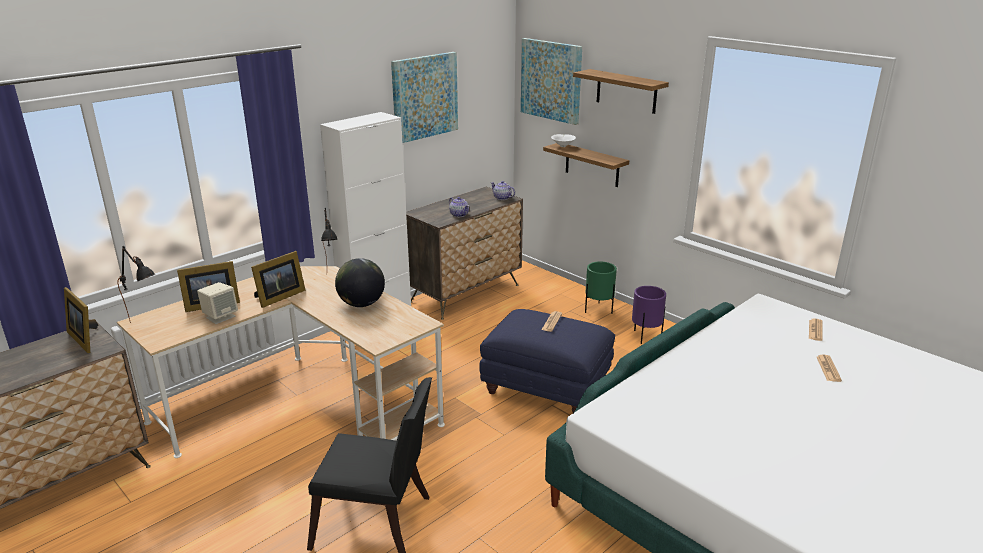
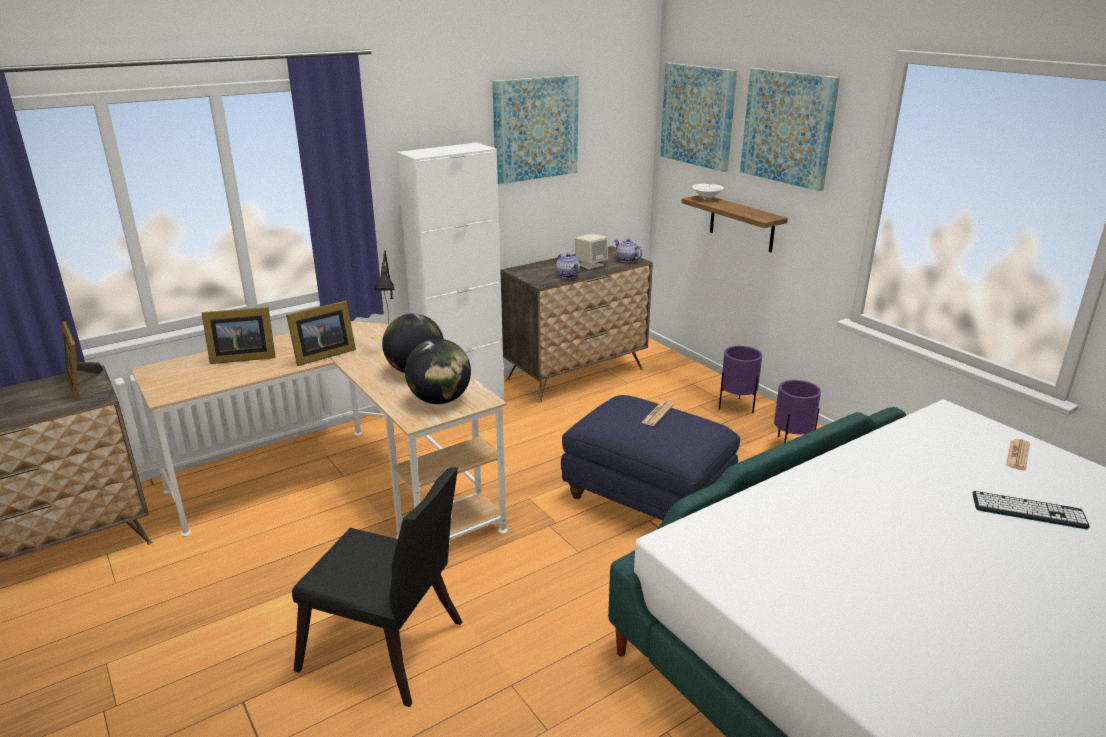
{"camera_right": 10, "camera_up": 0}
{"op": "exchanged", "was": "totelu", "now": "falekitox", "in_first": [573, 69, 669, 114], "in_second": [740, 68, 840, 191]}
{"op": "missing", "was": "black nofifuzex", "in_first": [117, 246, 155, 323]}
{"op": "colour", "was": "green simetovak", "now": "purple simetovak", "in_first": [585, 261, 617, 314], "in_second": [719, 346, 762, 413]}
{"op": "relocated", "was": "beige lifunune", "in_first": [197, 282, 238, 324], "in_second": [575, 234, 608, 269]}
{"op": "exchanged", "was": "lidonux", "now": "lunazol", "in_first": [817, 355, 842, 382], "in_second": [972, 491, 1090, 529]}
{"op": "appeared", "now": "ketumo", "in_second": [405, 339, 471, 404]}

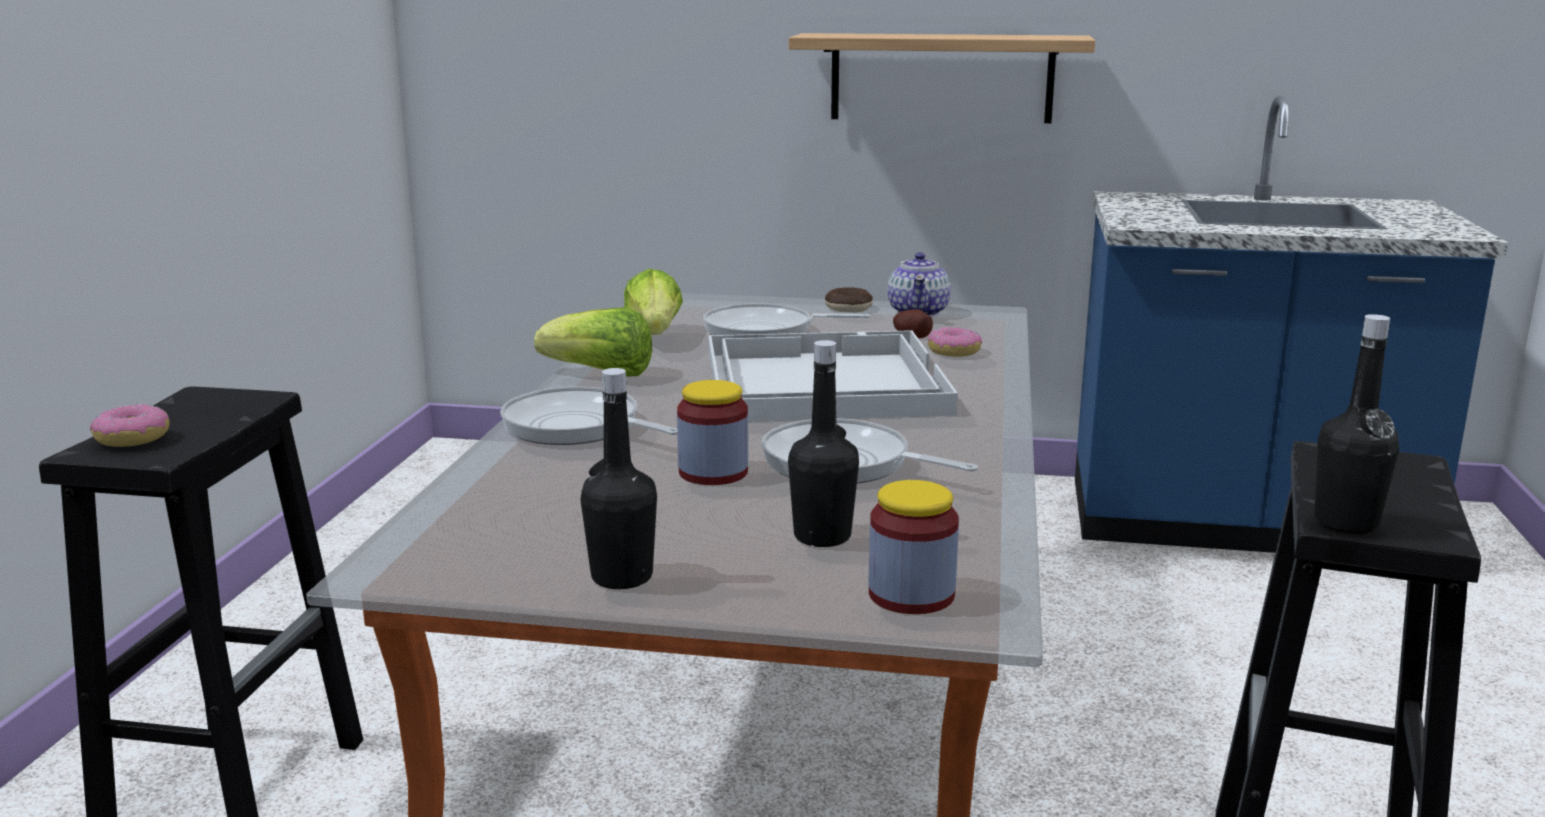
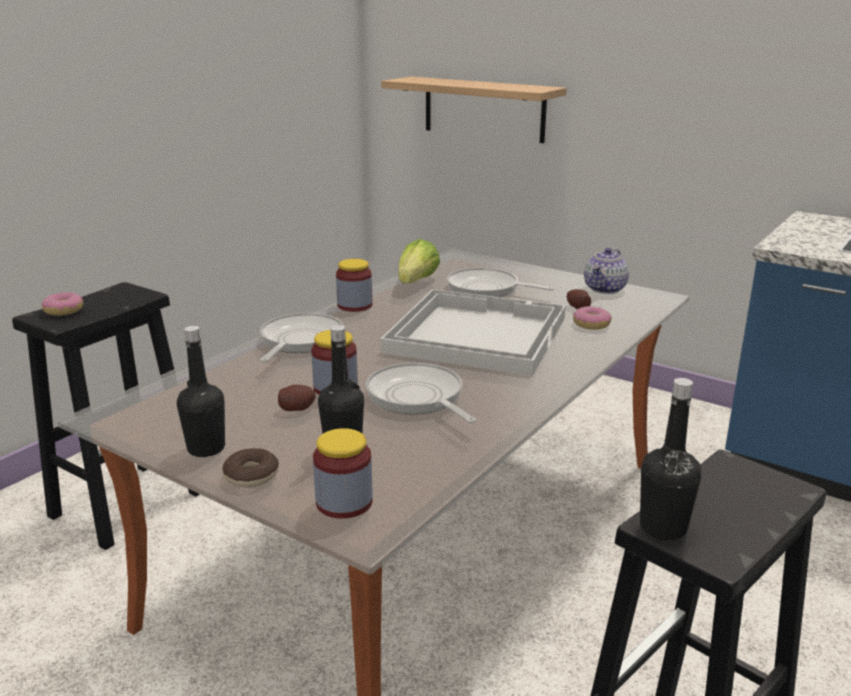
{"camera_right": 25, "camera_up": 5}
{"op": "relocated", "was": "totelu", "in_first": [789, 33, 1095, 123], "in_second": [381, 77, 567, 143]}
{"op": "relocated", "was": "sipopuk", "in_first": [825, 287, 873, 312], "in_second": [222, 448, 279, 488]}
{"op": "exchanged", "was": "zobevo", "now": "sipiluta", "in_first": [534, 307, 652, 377], "in_second": [336, 259, 372, 312]}
{"op": "spun", "was": "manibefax", "in_first": [500, 387, 677, 445], "in_second": [260, 313, 344, 362], "clockwise": 45}
{"op": "appeared", "now": "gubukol", "in_second": [278, 385, 316, 411]}

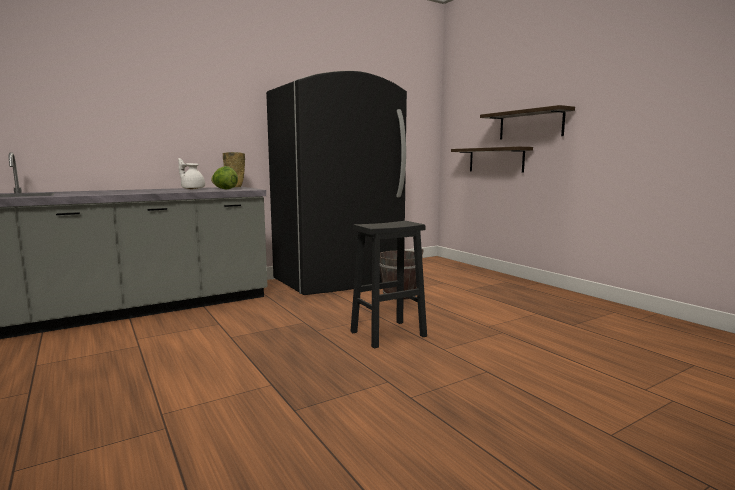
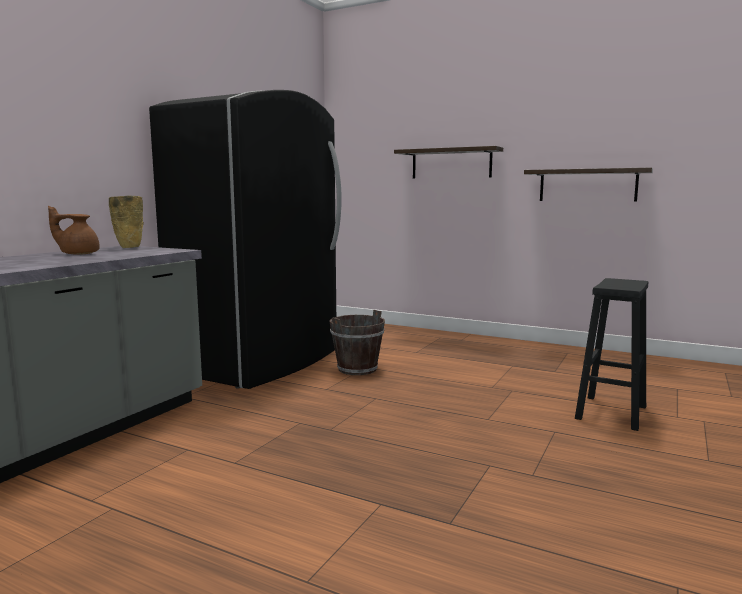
{"camera_right": -30, "camera_up": 0}
{"op": "relocated", "was": "totelu", "in_first": [451, 147, 533, 173], "in_second": [524, 167, 653, 202]}
{"op": "colour", "was": "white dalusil", "now": "brown dalusil", "in_first": [178, 158, 205, 189], "in_second": [48, 206, 100, 255]}
{"op": "missing", "was": "zobevo", "in_first": [211, 166, 238, 189]}
{"op": "relocated", "was": "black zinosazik", "in_first": [350, 221, 427, 349], "in_second": [575, 278, 648, 431]}

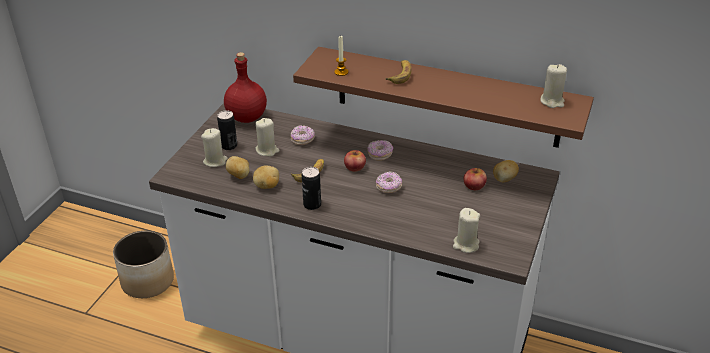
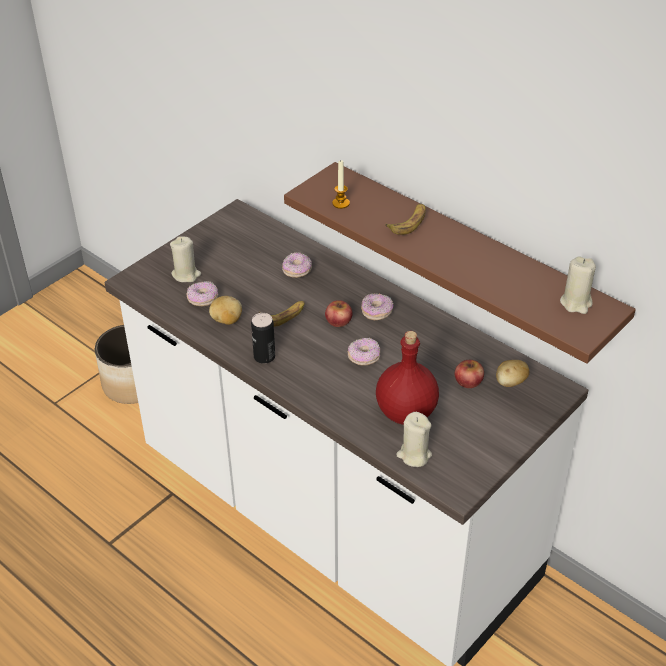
{"camera_right": 20, "camera_up": 5}
{"op": "relocated", "was": "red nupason", "in_first": [224, 52, 267, 123], "in_second": [376, 331, 439, 425]}
{"op": "missing", "was": "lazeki", "in_first": [217, 110, 237, 150]}
{"op": "missing", "was": "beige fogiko", "in_first": [255, 118, 279, 157]}
{"op": "exchanged", "was": "gubukol", "now": "sipopuk", "in_first": [225, 156, 250, 179], "in_second": [186, 281, 219, 306]}

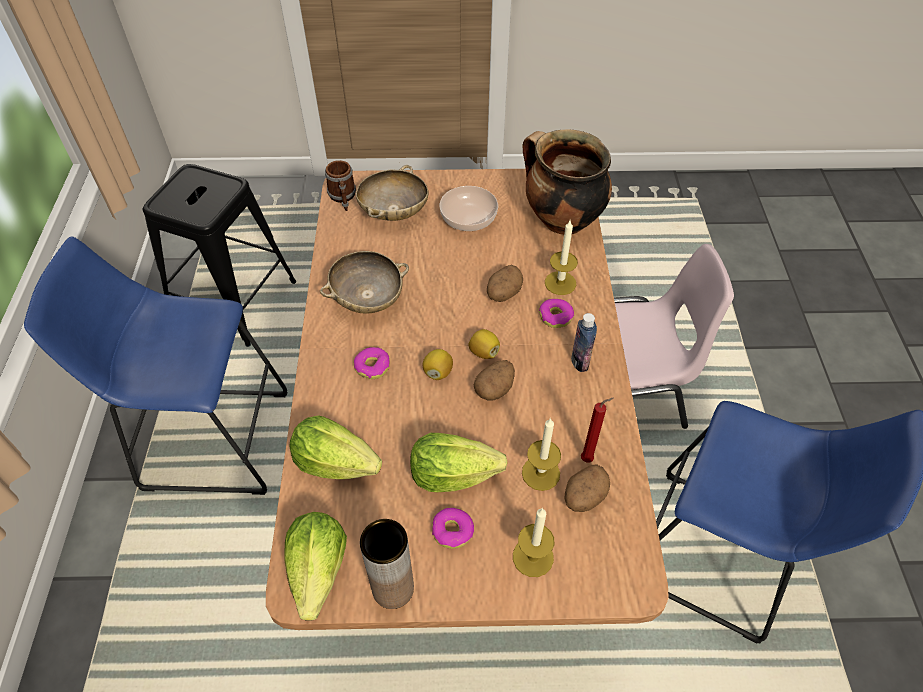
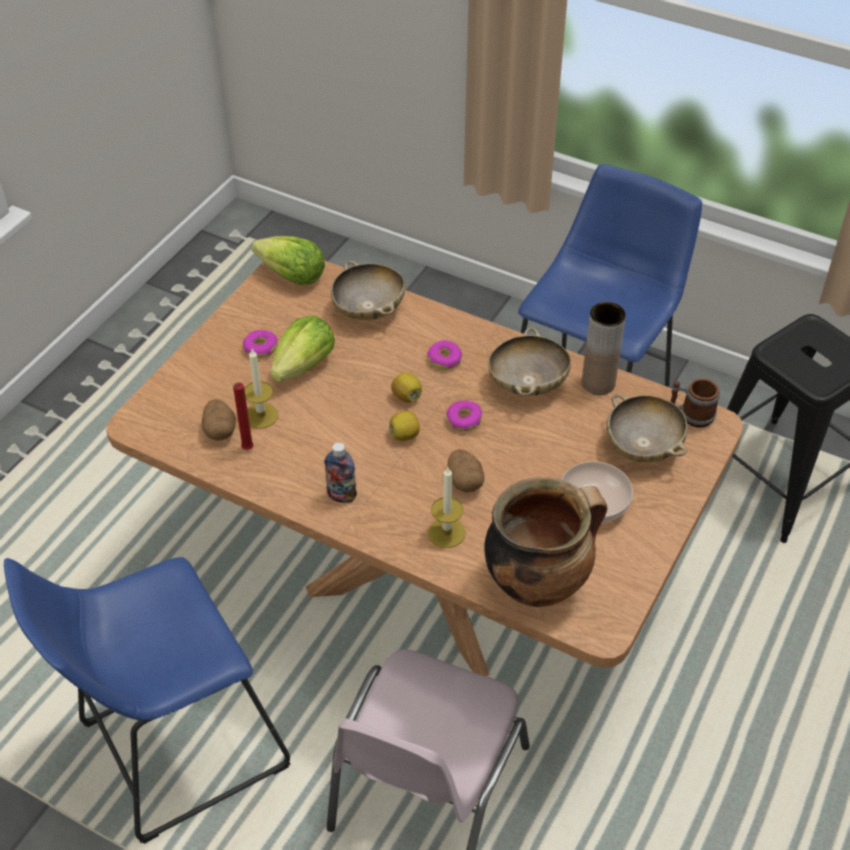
{"camera_right": 120, "camera_up": -5}
{"op": "relocated", "was": "sipopuk", "in_first": [539, 299, 574, 328], "in_second": [447, 400, 482, 431]}
{"op": "missing", "was": "gubukol", "in_first": [474, 360, 515, 400]}
{"op": "exchanged", "was": "zobevo", "now": "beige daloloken", "in_first": [289, 415, 382, 479], "in_second": [331, 260, 405, 320]}
{"op": "missing", "was": "fogiko", "in_first": [513, 508, 555, 577]}
{"op": "relocated", "was": "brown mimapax", "in_first": [360, 519, 414, 609], "in_second": [582, 302, 626, 395]}

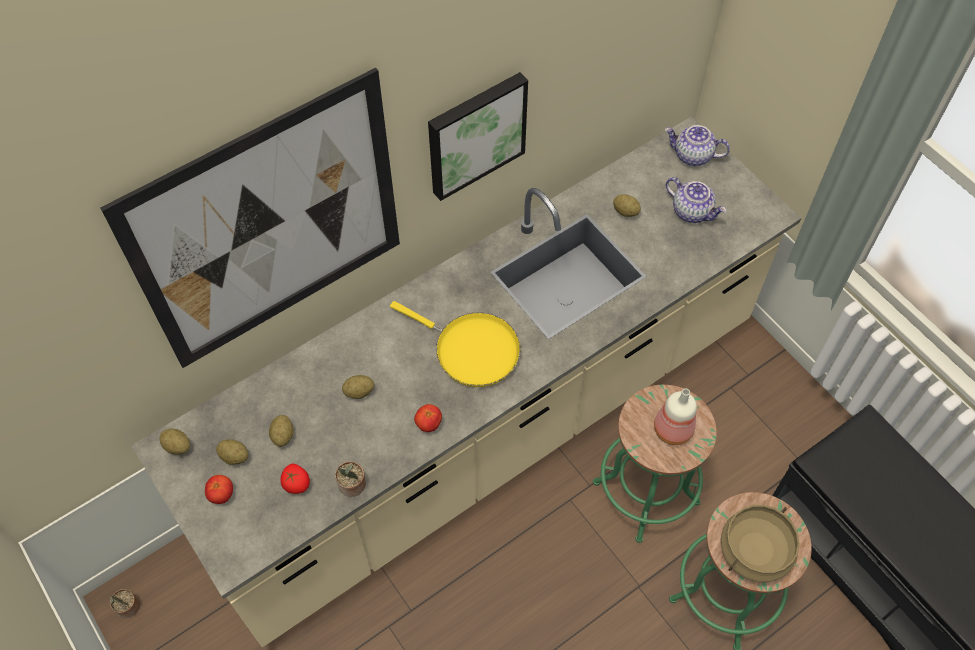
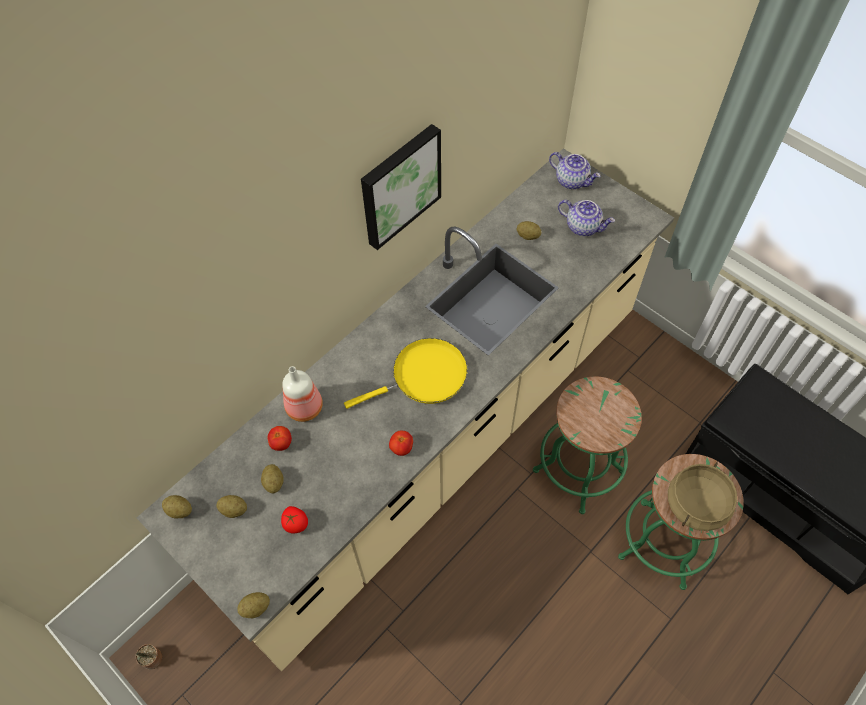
{"camera_right": -10, "camera_up": 0}
{"op": "missing", "was": "falekitox", "in_first": [100, 67, 400, 368]}
{"op": "spun", "was": "dalusil", "in_first": [665, 125, 730, 166], "in_second": [549, 152, 600, 189], "clockwise": -150}
{"op": "spun", "was": "yellow manibefax", "in_first": [390, 301, 520, 387], "in_second": [344, 338, 467, 409], "clockwise": -45}
{"op": "relocated", "was": "gubukol", "in_first": [342, 375, 374, 399], "in_second": [237, 592, 270, 618]}
{"op": "relocated", "was": "nupason", "in_first": [654, 388, 697, 445], "in_second": [282, 366, 323, 422]}
{"op": "missing", "was": "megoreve", "in_first": [335, 461, 366, 497]}
{"op": "relocated", "was": "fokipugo", "in_first": [205, 475, 233, 504], "in_second": [268, 426, 292, 451]}

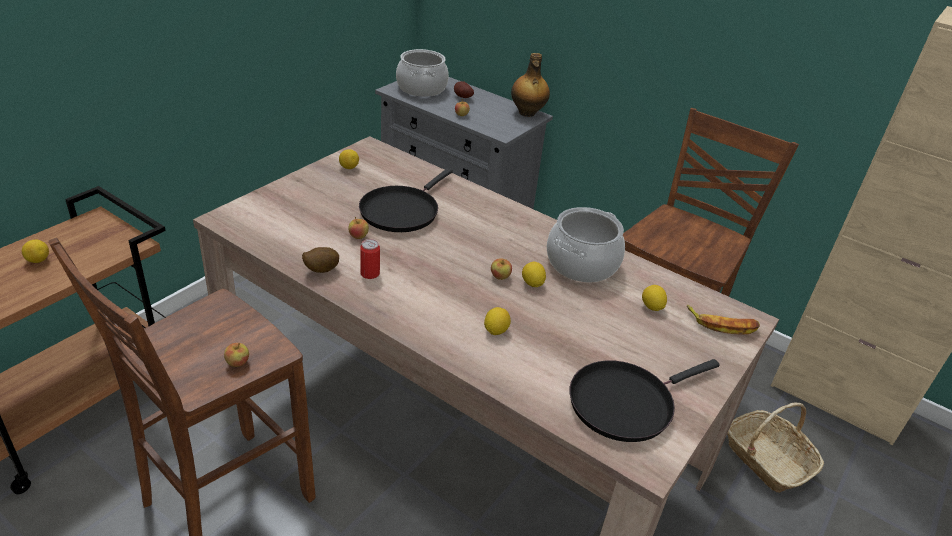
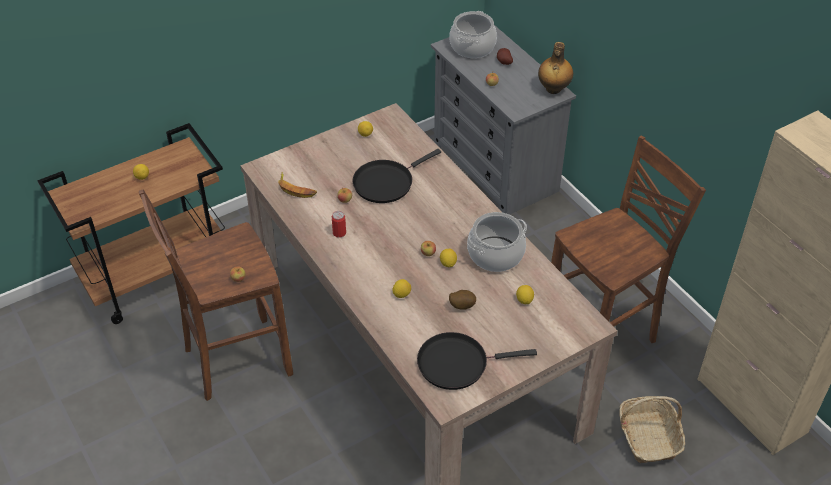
{"camera_right": 25, "camera_up": 10}
{"op": "relocated", "was": "gubukol", "in_first": [302, 247, 339, 273], "in_second": [449, 290, 476, 310]}
{"op": "relocated", "was": "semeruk", "in_first": [687, 305, 760, 335], "in_second": [278, 172, 317, 198]}

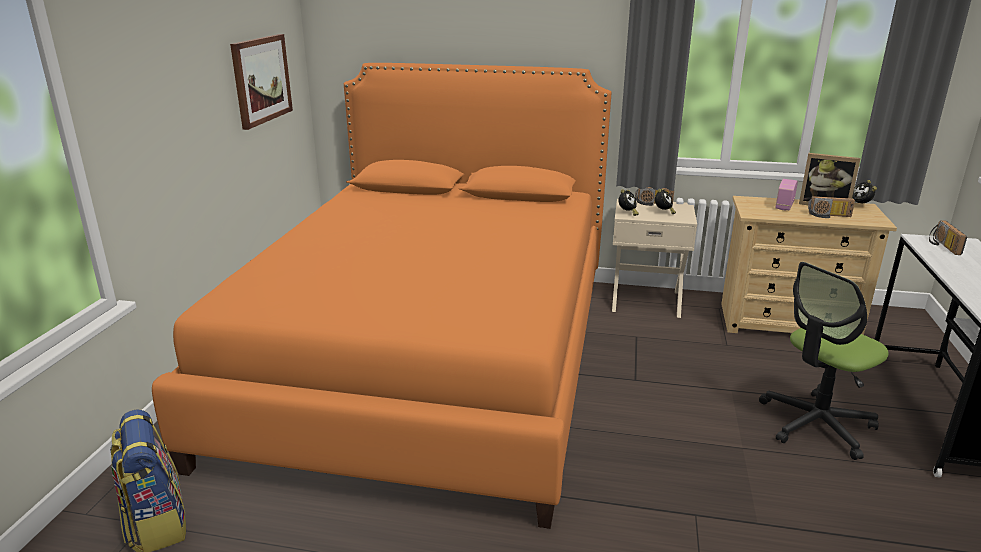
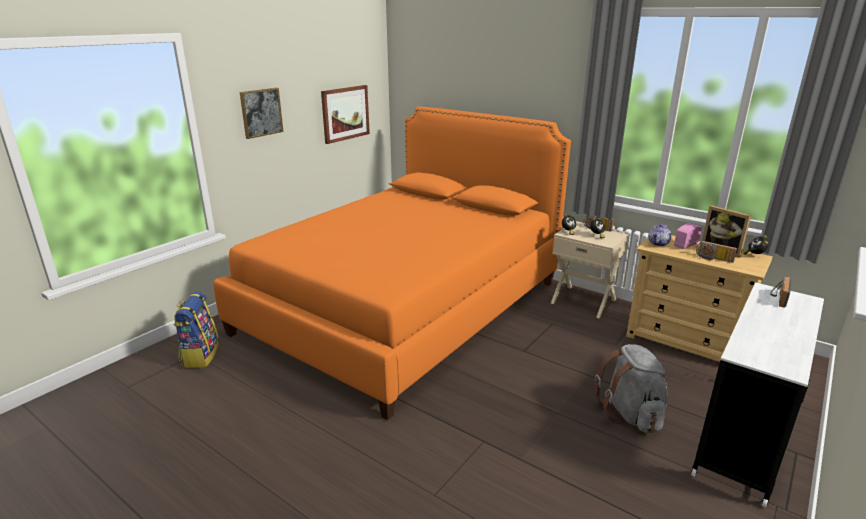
{"camera_right": 25, "camera_up": 0}
{"op": "exchanged", "was": "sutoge", "now": "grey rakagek", "in_first": [759, 262, 888, 460], "in_second": [594, 344, 668, 433]}
{"op": "appeared", "now": "falekitox", "in_second": [240, 88, 283, 139]}
{"op": "appeared", "now": "dalusil", "in_second": [648, 224, 671, 246]}

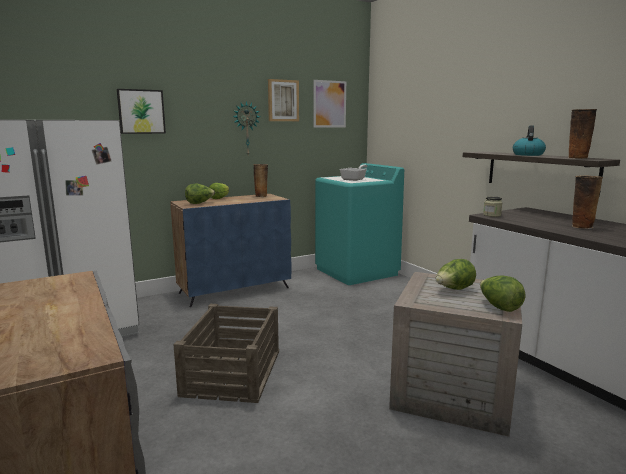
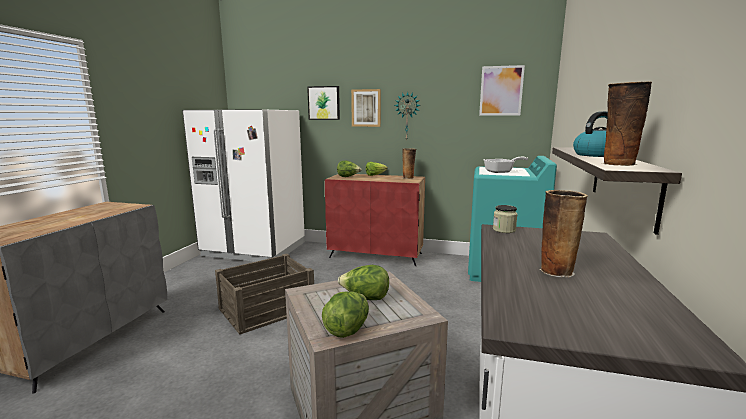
{"camera_right": 45, "camera_up": 0}
{"op": "relocated", "was": "falekitox", "in_first": [268, 79, 299, 121], "in_second": [351, 89, 381, 127]}
{"op": "colour", "was": "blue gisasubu", "now": "red gisasubu", "in_first": [170, 194, 292, 307], "in_second": [325, 174, 425, 266]}

